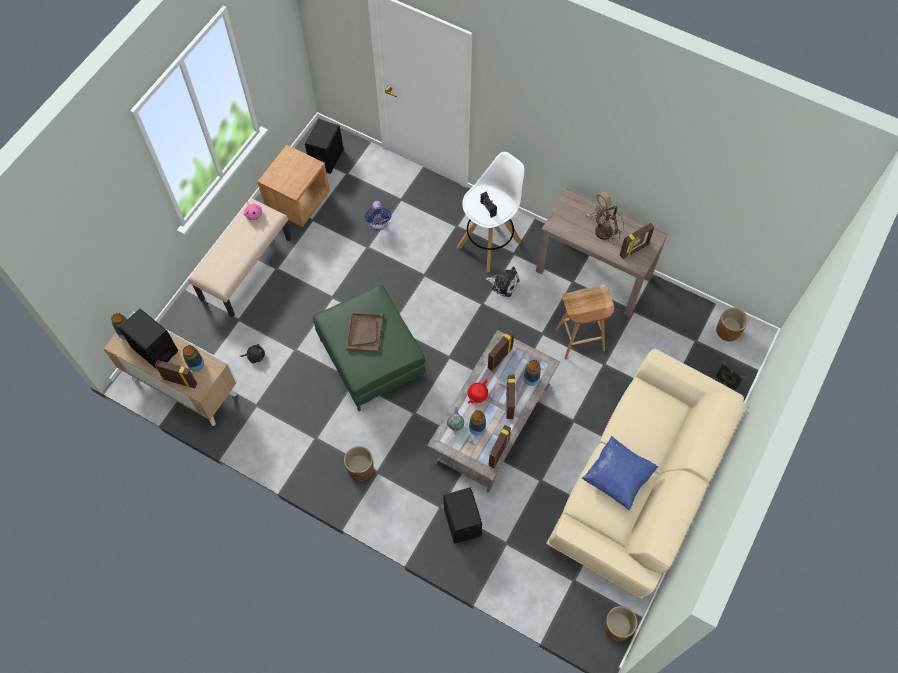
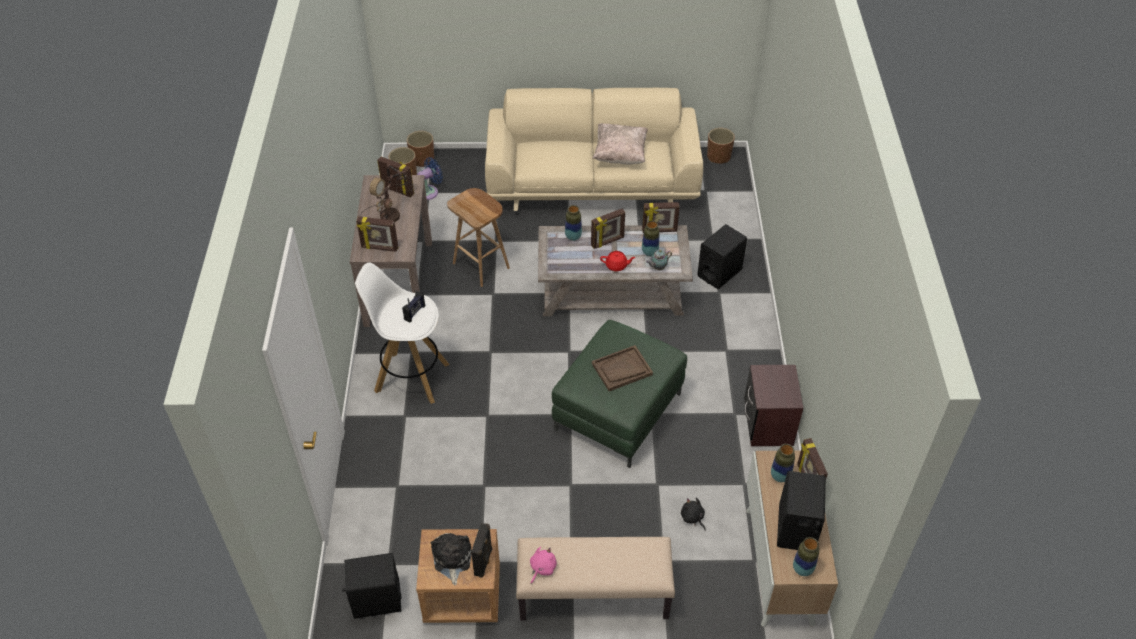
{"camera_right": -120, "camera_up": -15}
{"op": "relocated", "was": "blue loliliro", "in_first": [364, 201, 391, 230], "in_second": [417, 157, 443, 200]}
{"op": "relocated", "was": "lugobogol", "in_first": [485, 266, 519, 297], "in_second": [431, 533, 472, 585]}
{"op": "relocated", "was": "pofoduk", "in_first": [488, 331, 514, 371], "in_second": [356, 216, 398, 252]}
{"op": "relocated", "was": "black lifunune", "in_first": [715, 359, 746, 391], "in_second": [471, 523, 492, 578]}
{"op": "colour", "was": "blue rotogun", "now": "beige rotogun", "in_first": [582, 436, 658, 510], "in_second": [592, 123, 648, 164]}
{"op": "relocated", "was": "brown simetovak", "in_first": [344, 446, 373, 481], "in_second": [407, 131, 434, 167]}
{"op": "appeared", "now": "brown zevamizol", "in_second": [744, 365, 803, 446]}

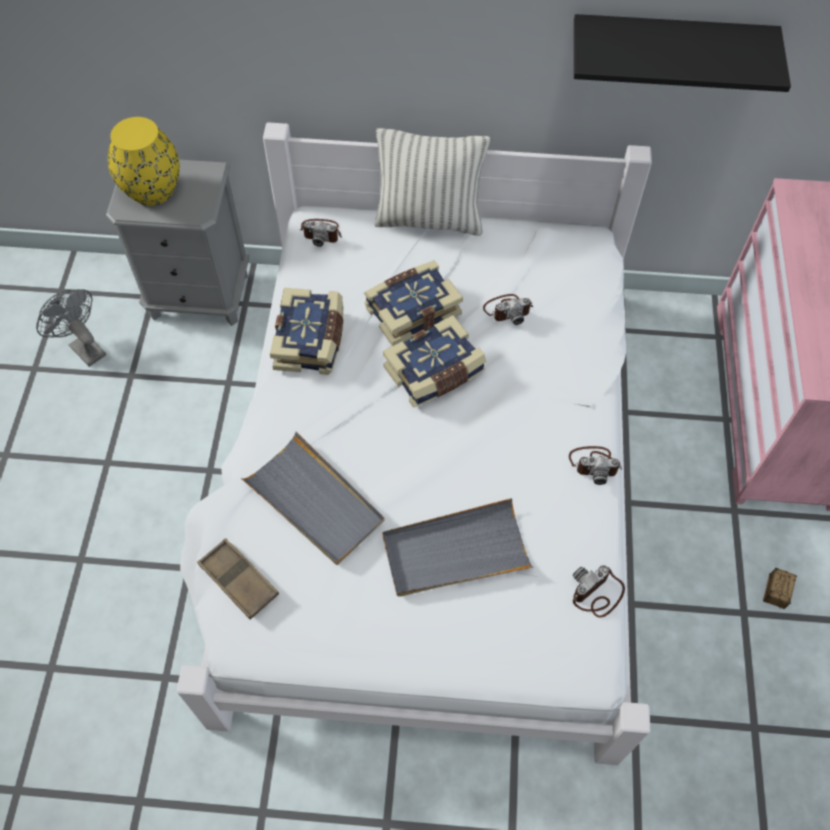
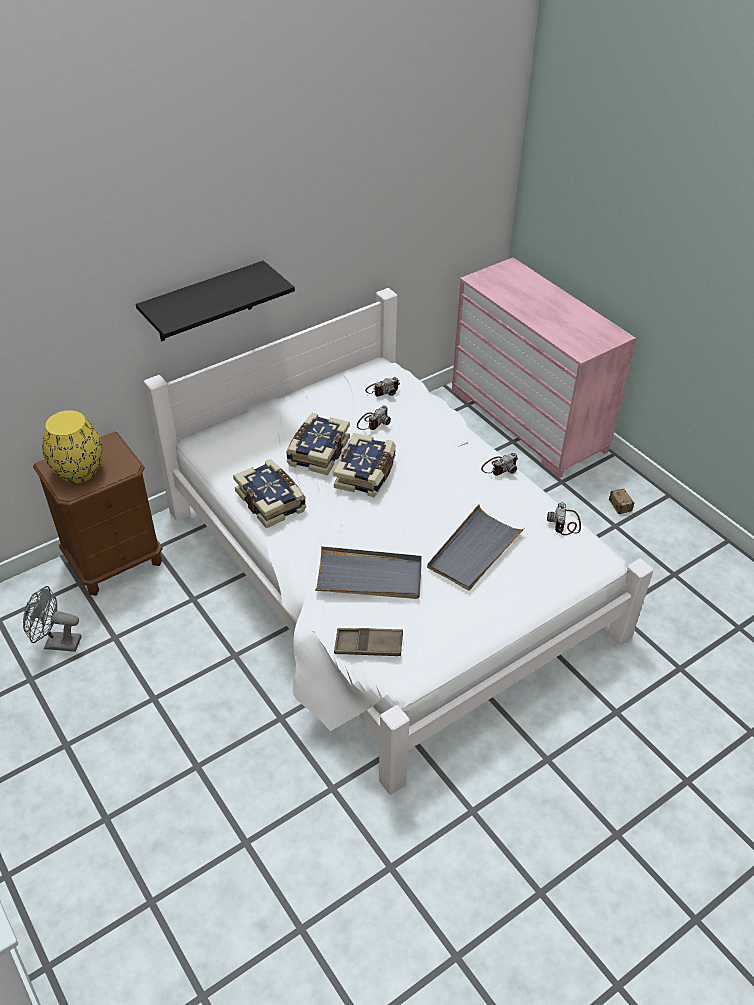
{"camera_right": -40, "camera_up": -15}
{"op": "relocated", "was": "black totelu", "in_first": [574, 14, 791, 92], "in_second": [136, 261, 295, 342]}
{"op": "missing", "was": "rotogun", "in_first": [374, 128, 490, 236]}
{"op": "colour", "was": "grey zevamizol", "now": "brown zevamizol", "in_first": [106, 160, 249, 326], "in_second": [33, 431, 163, 596]}
{"op": "relocated", "was": "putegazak", "in_first": [300, 219, 342, 247], "in_second": [365, 377, 400, 397]}

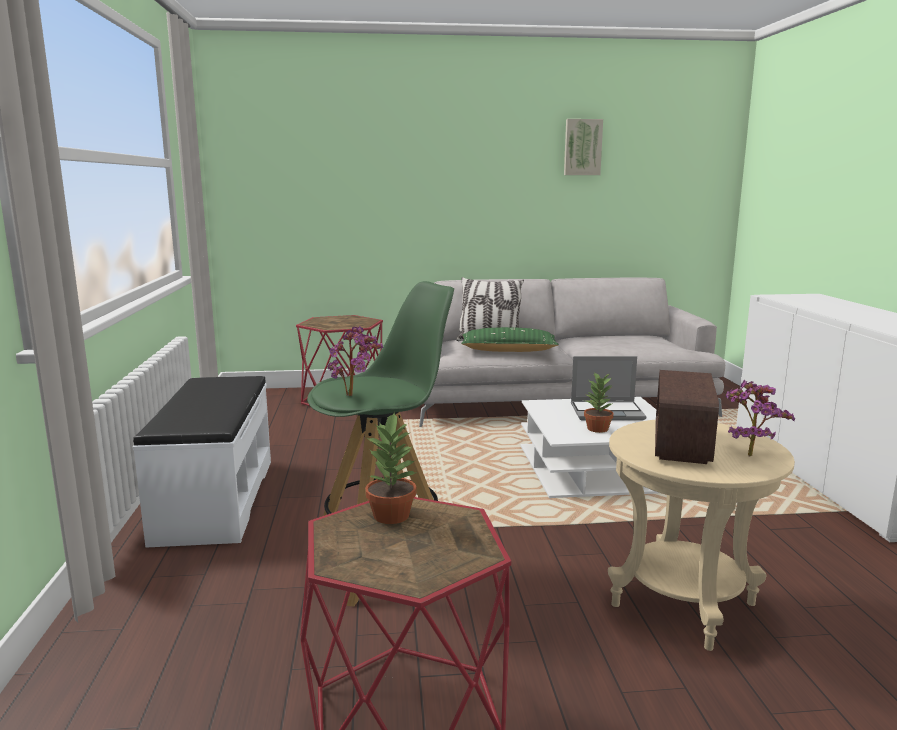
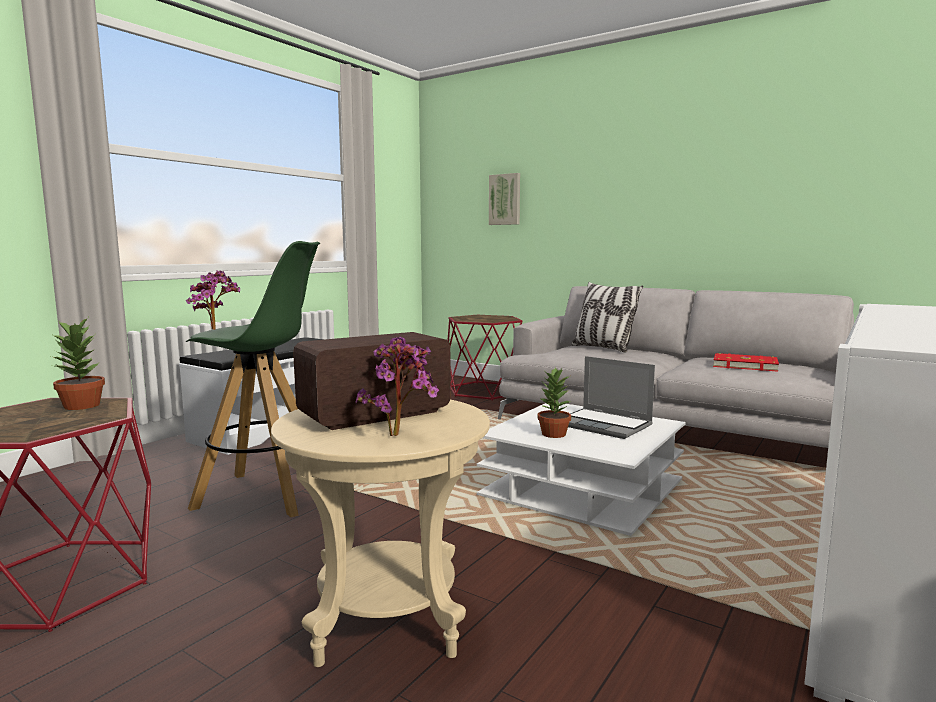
{"camera_right": 40, "camera_up": -5}
{"op": "relocated", "was": "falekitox", "in_first": [564, 119, 603, 175], "in_second": [489, 173, 520, 225]}
{"op": "missing", "was": "green rotogun", "in_first": [461, 327, 559, 352]}
{"op": "appeared", "now": "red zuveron", "in_second": [713, 353, 779, 372]}

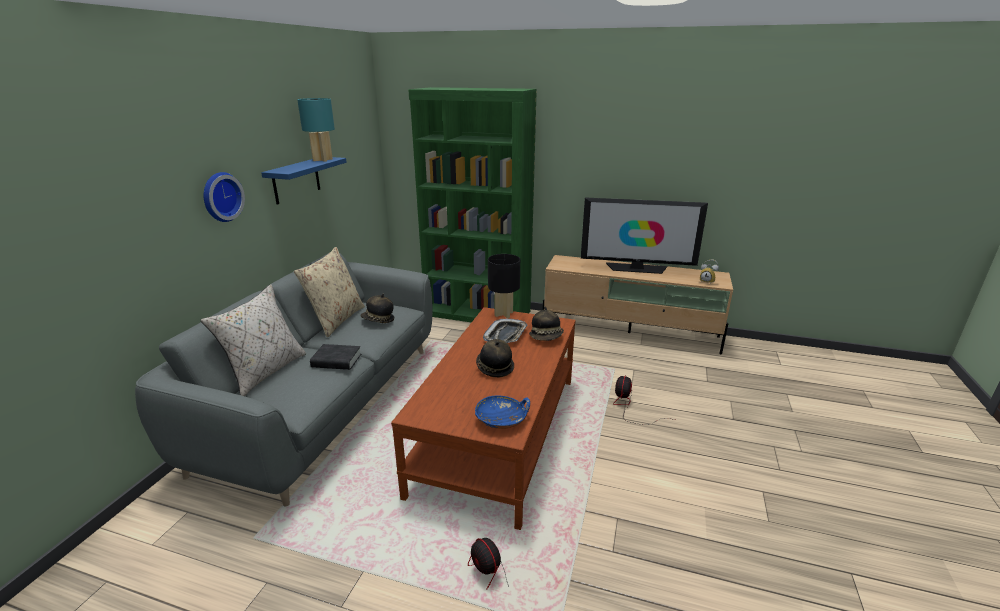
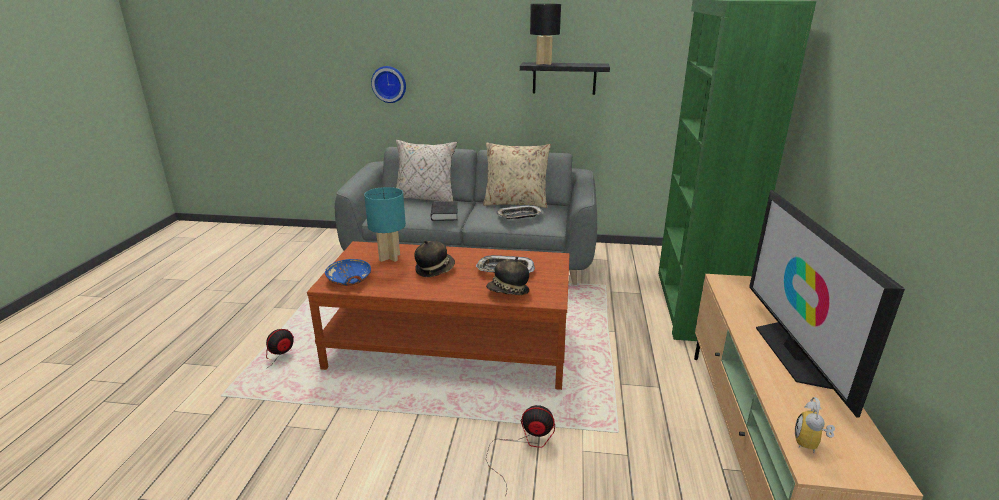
{"camera_right": 80, "camera_up": 0}
{"op": "relocated", "was": "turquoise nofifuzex", "in_first": [297, 98, 335, 162], "in_second": [364, 187, 406, 262]}
{"op": "colour", "was": "blue totelu", "now": "black totelu", "in_first": [261, 157, 347, 205], "in_second": [520, 62, 610, 95]}
{"op": "relocated", "was": "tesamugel", "in_first": [204, 172, 245, 222], "in_second": [371, 66, 406, 103]}
{"op": "relocated", "was": "black nofifuzex", "in_first": [488, 254, 520, 318], "in_second": [530, 4, 561, 65]}
{"op": "exchanged", "was": "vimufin", "now": "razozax", "in_first": [360, 294, 394, 323], "in_second": [496, 205, 543, 219]}

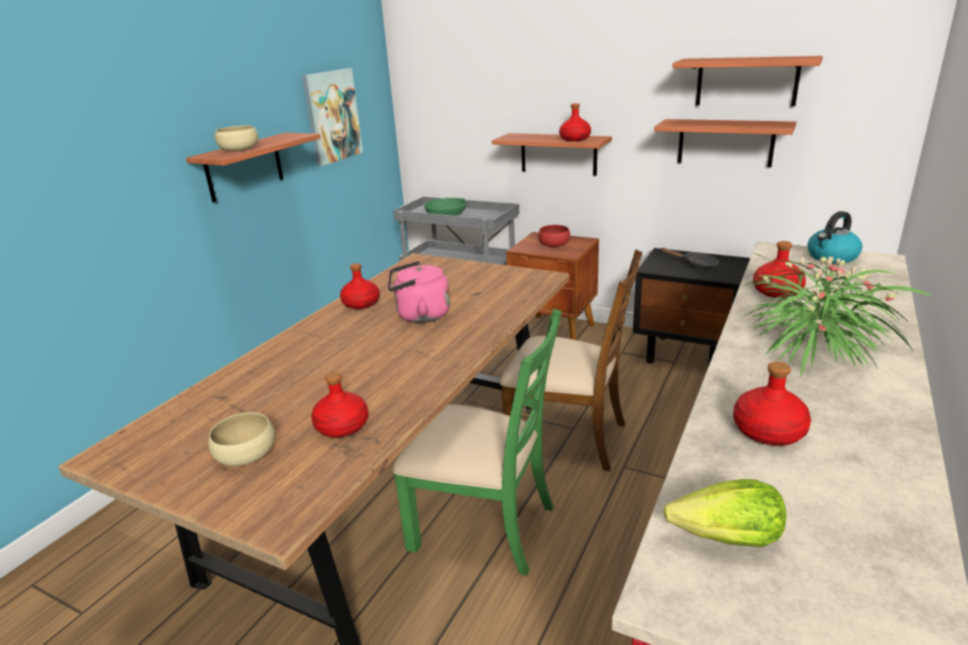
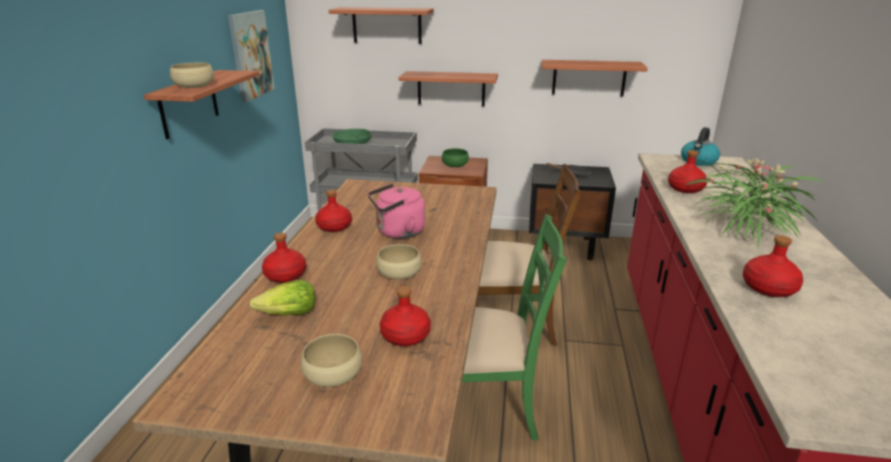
{"camera_right": -20, "camera_up": 0}
{"op": "relocated", "was": "totelu", "in_first": [672, 56, 823, 106], "in_second": [329, 7, 434, 44]}
{"op": "relocated", "was": "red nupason", "in_first": [559, 103, 591, 141], "in_second": [262, 233, 306, 283]}
{"op": "colour", "was": "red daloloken", "now": "green daloloken", "in_first": [538, 225, 570, 247], "in_second": [442, 148, 469, 167]}
{"op": "relocated", "was": "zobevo", "in_first": [663, 479, 786, 547], "in_second": [250, 280, 315, 315]}
{"op": "appeared", "now": "beige daloloken", "in_second": [376, 244, 422, 280]}

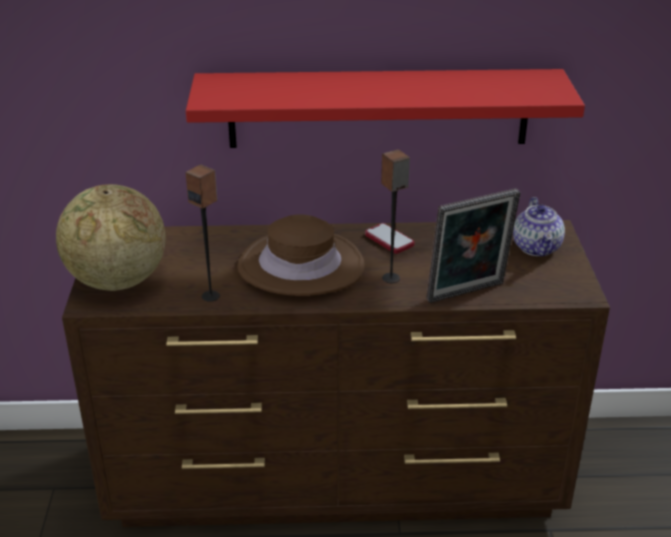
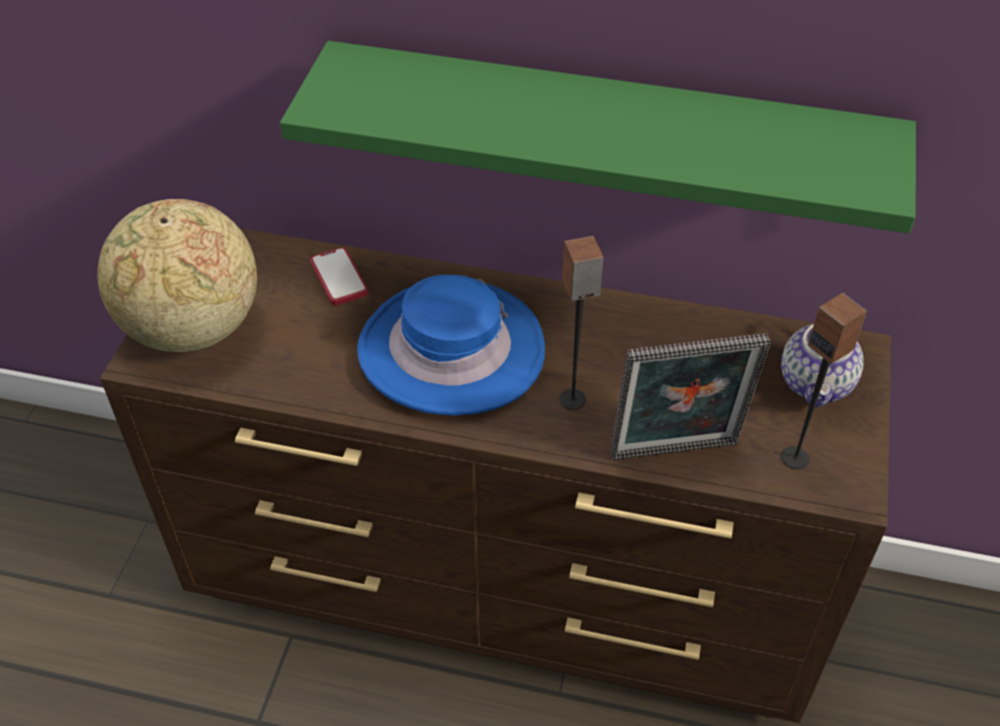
{"camera_right": 15, "camera_up": 15}
{"op": "colour", "was": "red totelu", "now": "green totelu", "in_first": [186, 69, 585, 148], "in_second": [280, 41, 916, 233]}
{"op": "relocated", "was": "lifunune", "in_first": [185, 165, 220, 302], "in_second": [782, 293, 867, 469]}
{"op": "colour", "was": "brown vimufin", "now": "blue vimufin", "in_first": [237, 214, 365, 296], "in_second": [357, 275, 545, 416]}
{"op": "relocated", "was": "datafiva", "in_first": [365, 223, 414, 254], "in_second": [310, 247, 368, 305]}

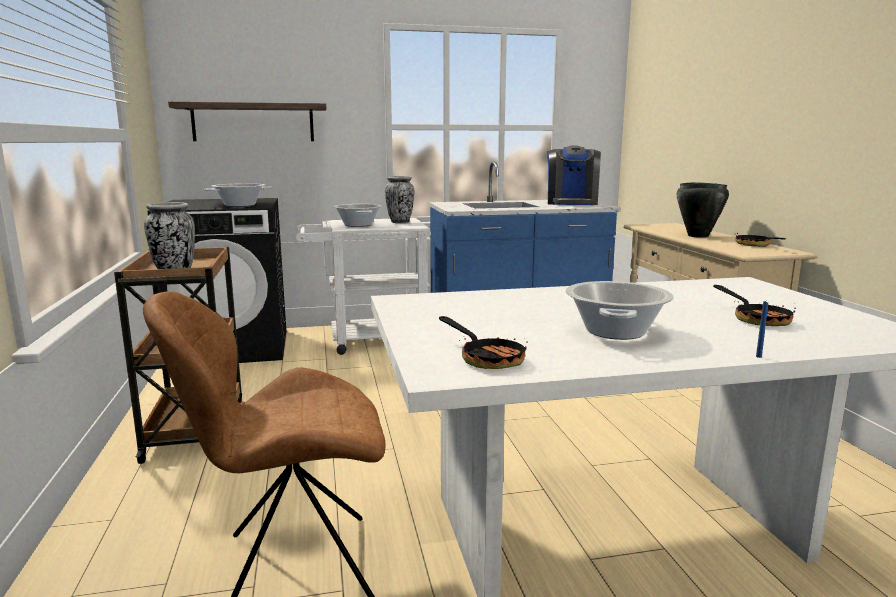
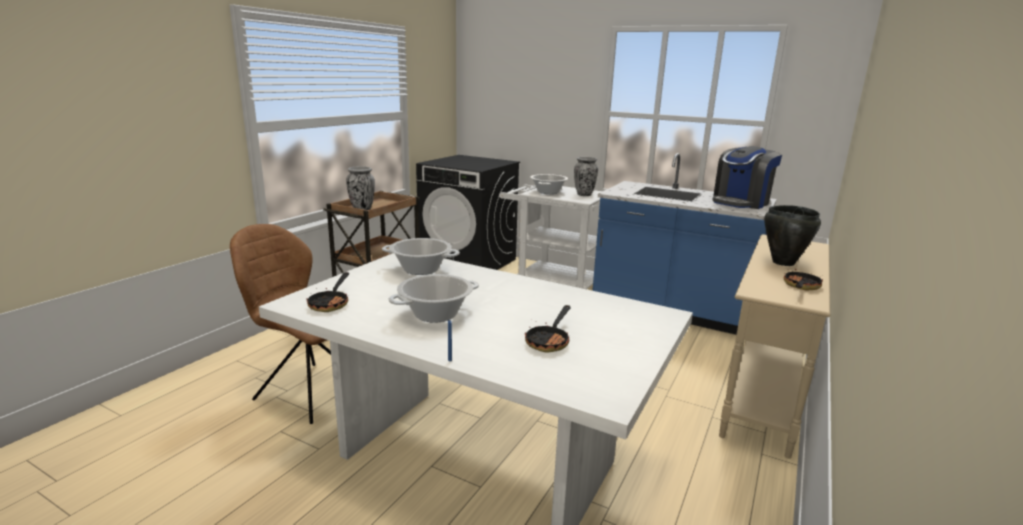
{"camera_right": 40, "camera_up": 5}
{"op": "missing", "was": "totelu", "in_first": [168, 102, 327, 141]}
{"op": "relocated", "was": "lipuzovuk", "in_first": [204, 183, 272, 207], "in_second": [382, 238, 460, 275]}

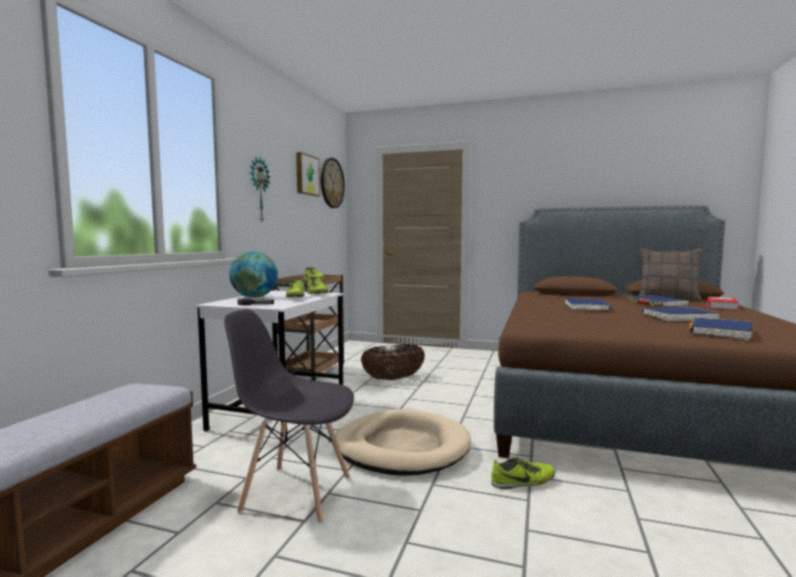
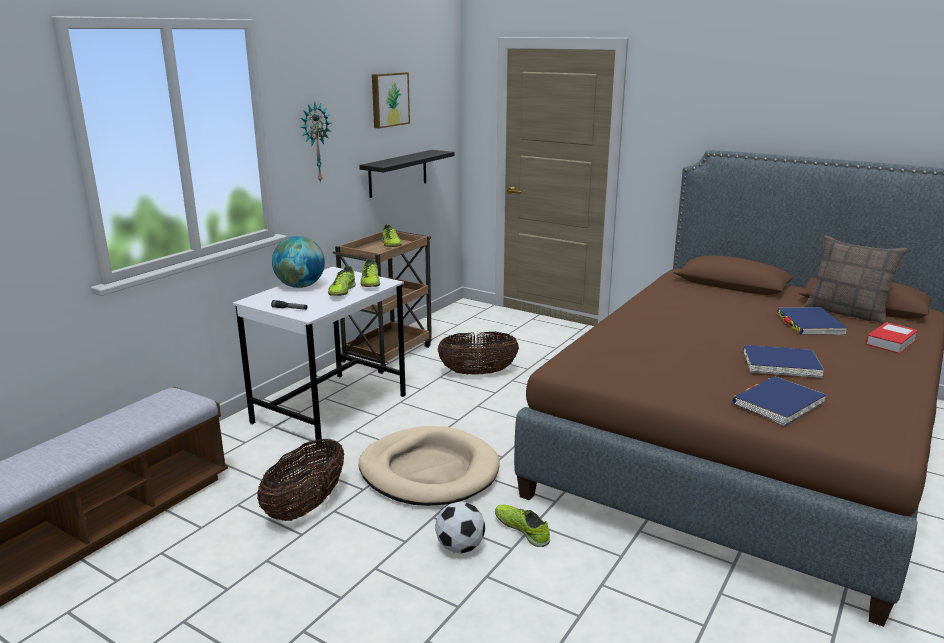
{"camera_right": 15, "camera_up": 15}
{"op": "missing", "was": "tesamugel", "in_first": [321, 158, 345, 208]}
{"op": "missing", "was": "blue zuveron", "in_first": [565, 298, 611, 310]}
{"op": "exchanged", "was": "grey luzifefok", "now": "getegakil", "in_first": [224, 309, 354, 524], "in_second": [257, 439, 344, 521]}
{"op": "spun", "was": "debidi", "in_first": [491, 457, 555, 489], "in_second": [495, 505, 550, 547], "clockwise": -135}
{"op": "appeared", "now": "black totelu", "in_second": [359, 150, 455, 198]}
{"op": "appeared", "now": "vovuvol", "in_second": [435, 502, 485, 554]}

